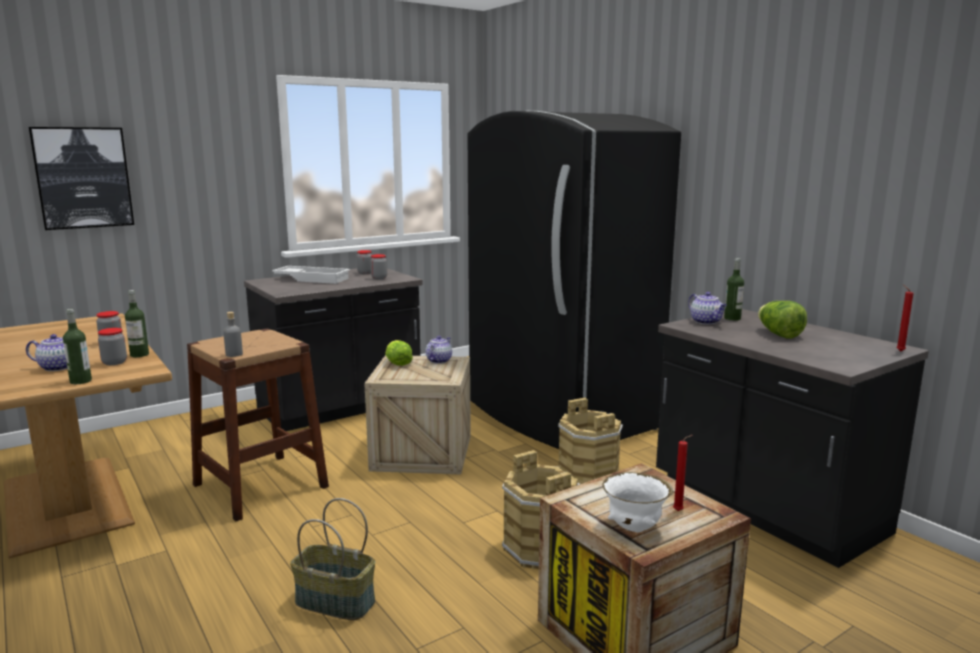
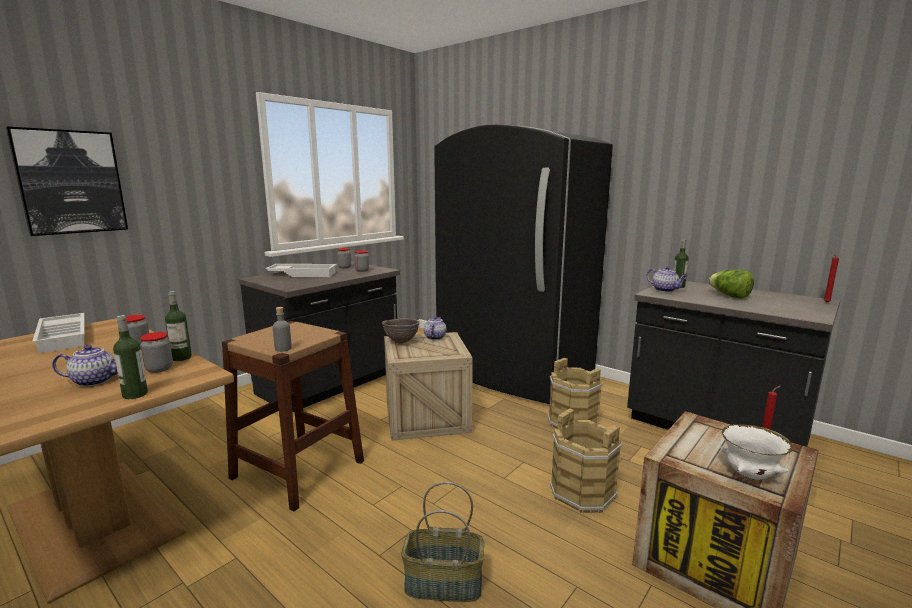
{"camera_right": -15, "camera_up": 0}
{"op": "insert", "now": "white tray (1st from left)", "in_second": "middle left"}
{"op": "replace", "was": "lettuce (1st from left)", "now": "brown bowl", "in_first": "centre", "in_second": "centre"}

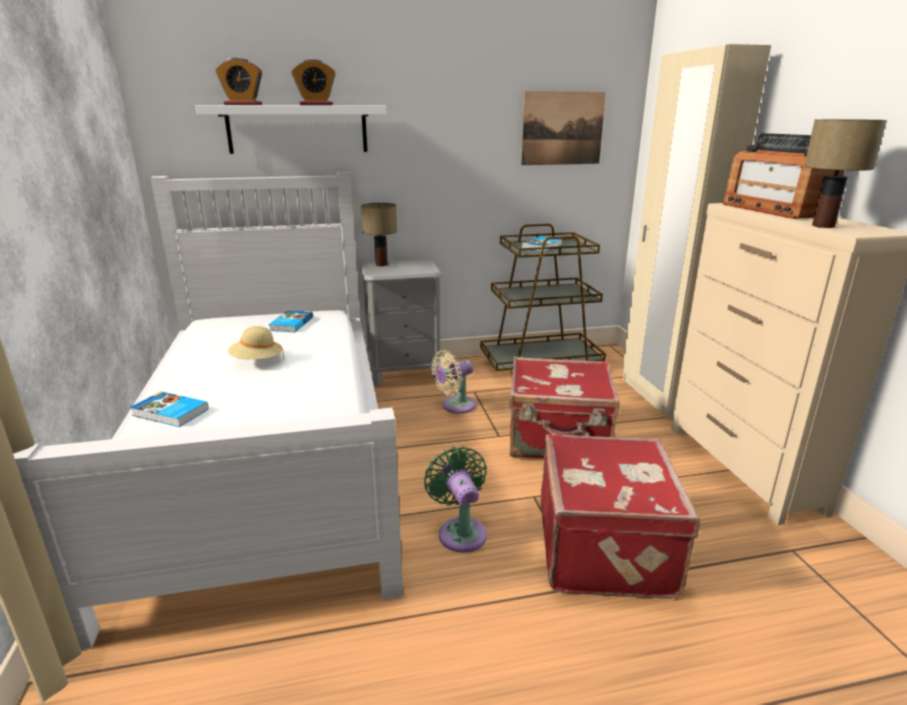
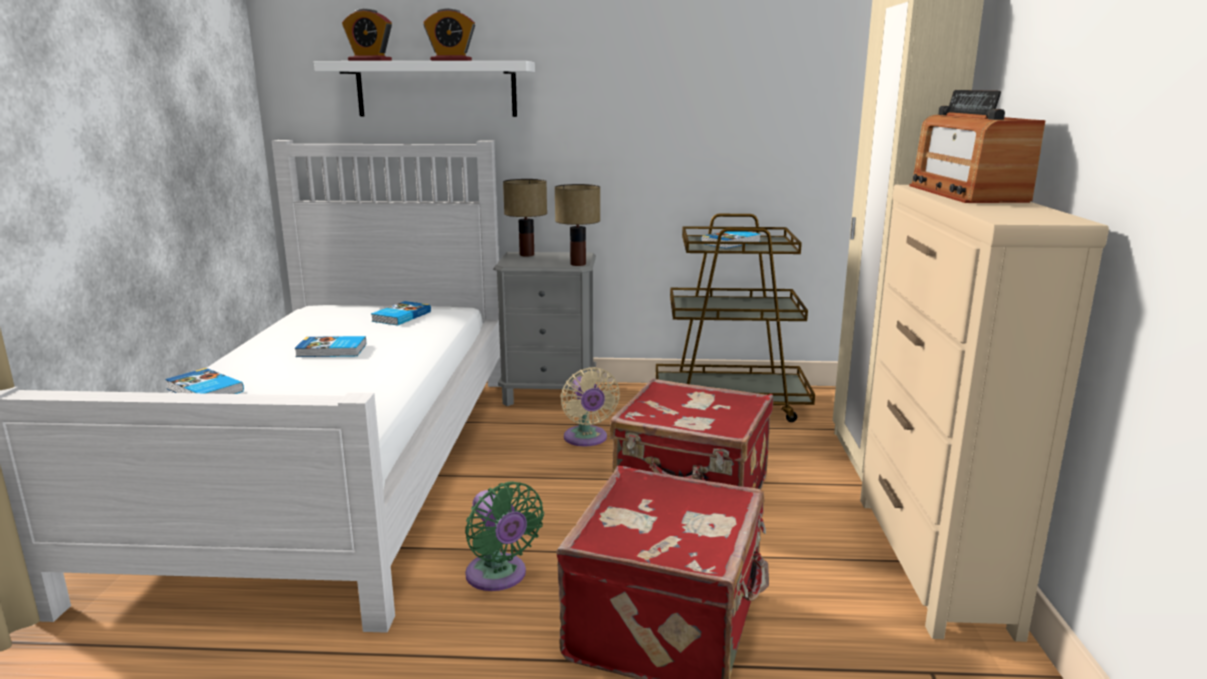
{"camera_right": 15, "camera_up": -5}
{"op": "replace", "was": "beige hat", "now": "book (2nd from left)", "in_first": "middle left", "in_second": "middle left"}
{"op": "rotate", "was": "green fan", "in_first": "bottom centre", "in_second": "bottom centre", "clockwise": 150}
{"op": "move", "was": "table lamp (2nd from left)", "in_first": "top right", "in_second": "top centre"}
{"op": "rotate", "was": "beige fan", "in_first": "centre", "in_second": "centre", "clockwise": -90}
{"op": "delete", "was": "picture", "in_first": "top centre"}

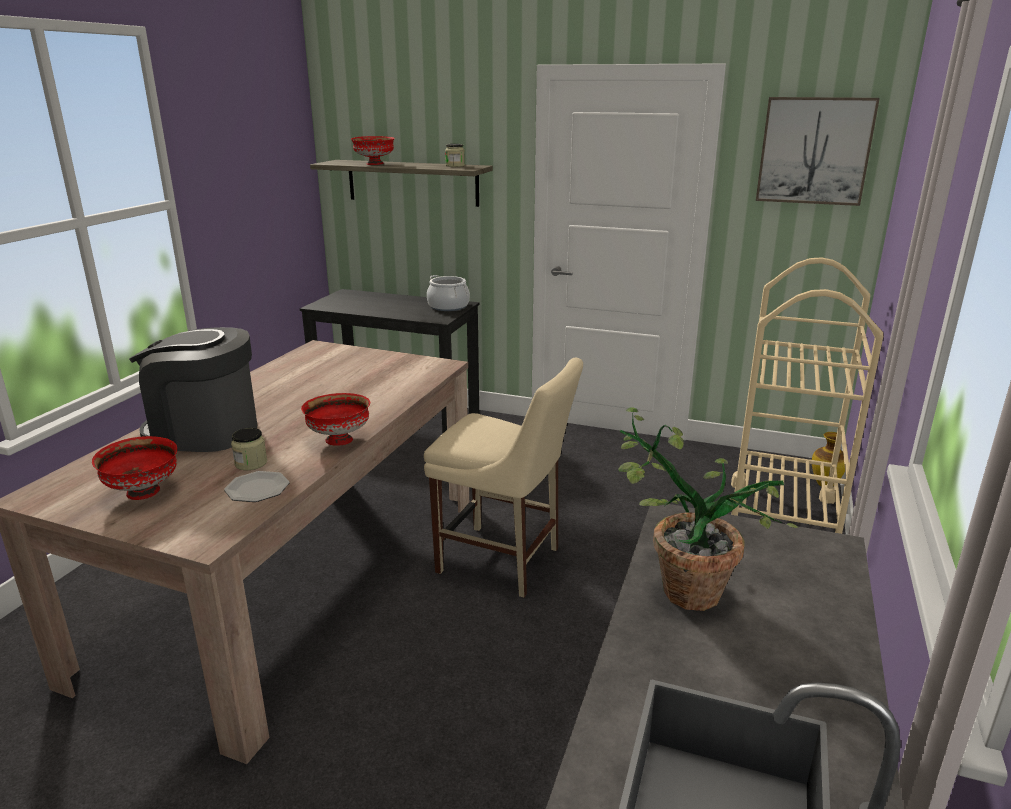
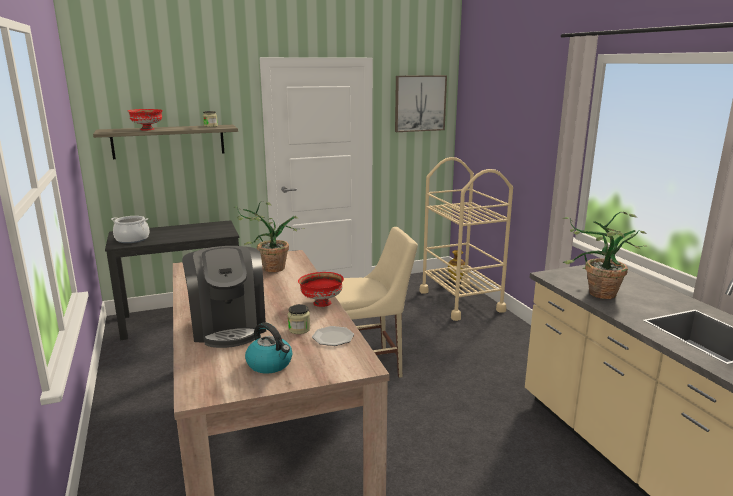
{"camera_right": -40, "camera_up": -5}
{"op": "move", "was": "cooking pot", "in_first": "centre", "in_second": "middle left"}
{"op": "rotate", "was": "coffee machine", "in_first": "middle left", "in_second": "middle left", "clockwise": -75}
{"op": "insert", "now": "potted plant (1st from left)", "in_second": "centre"}
{"op": "replace", "was": "red bowl (1st from left)", "now": "kettle", "in_first": "middle left", "in_second": "bottom centre"}

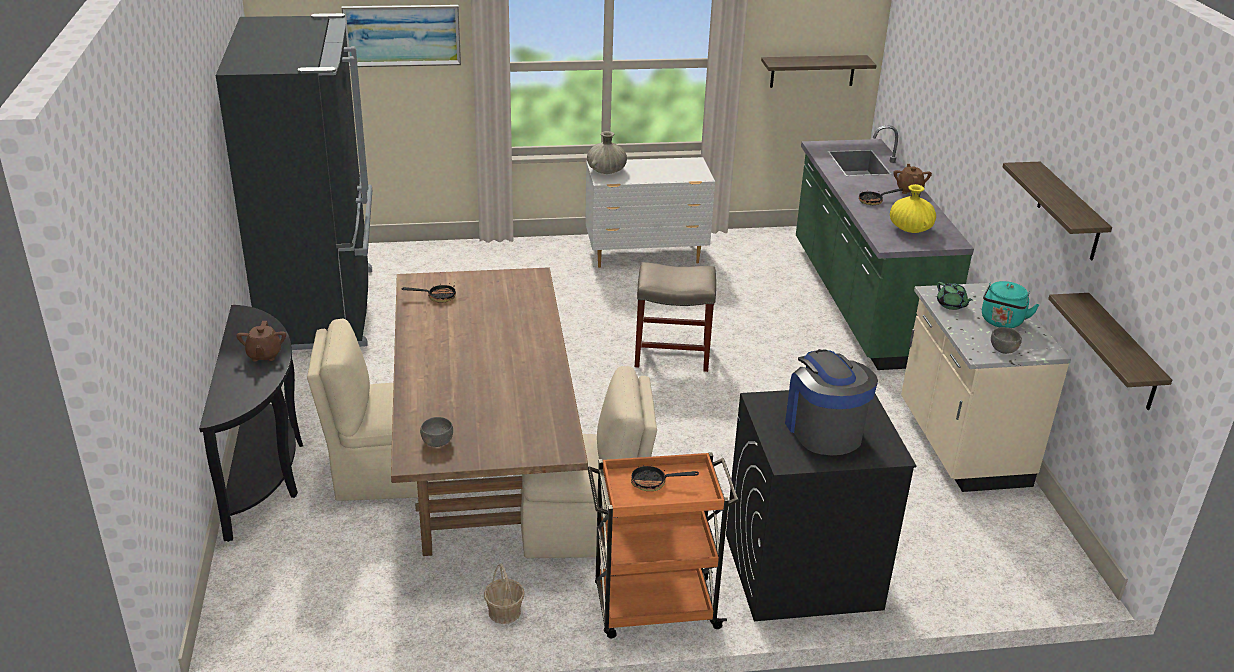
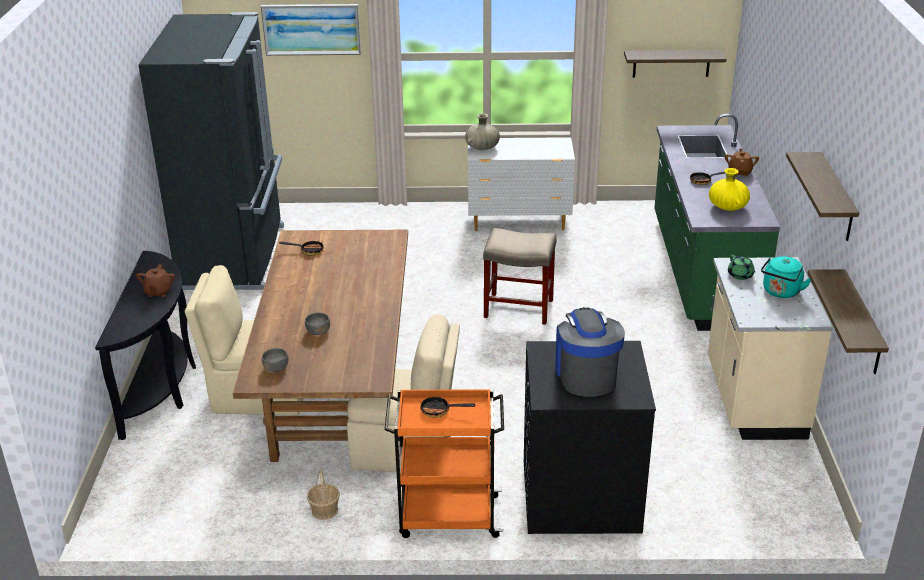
{"camera_right": 10, "camera_up": 0}
{"op": "move", "was": "grey bowl (2nd from left)", "in_first": "middle right", "in_second": "centre"}

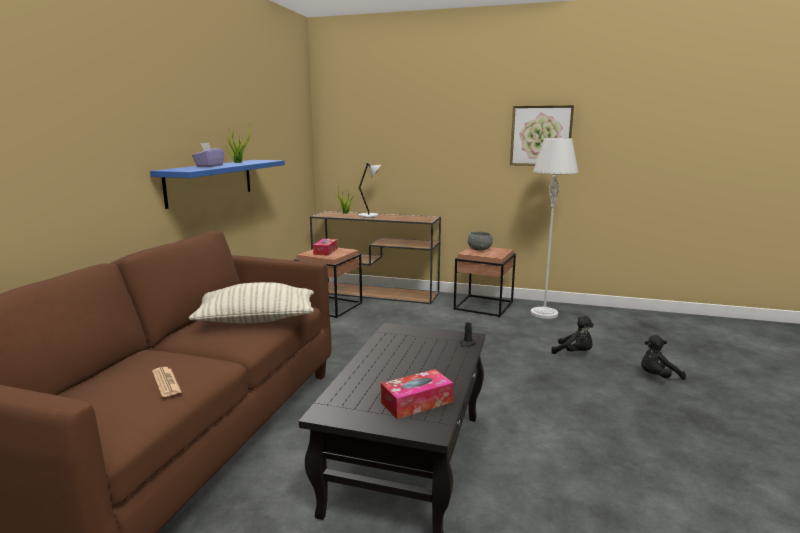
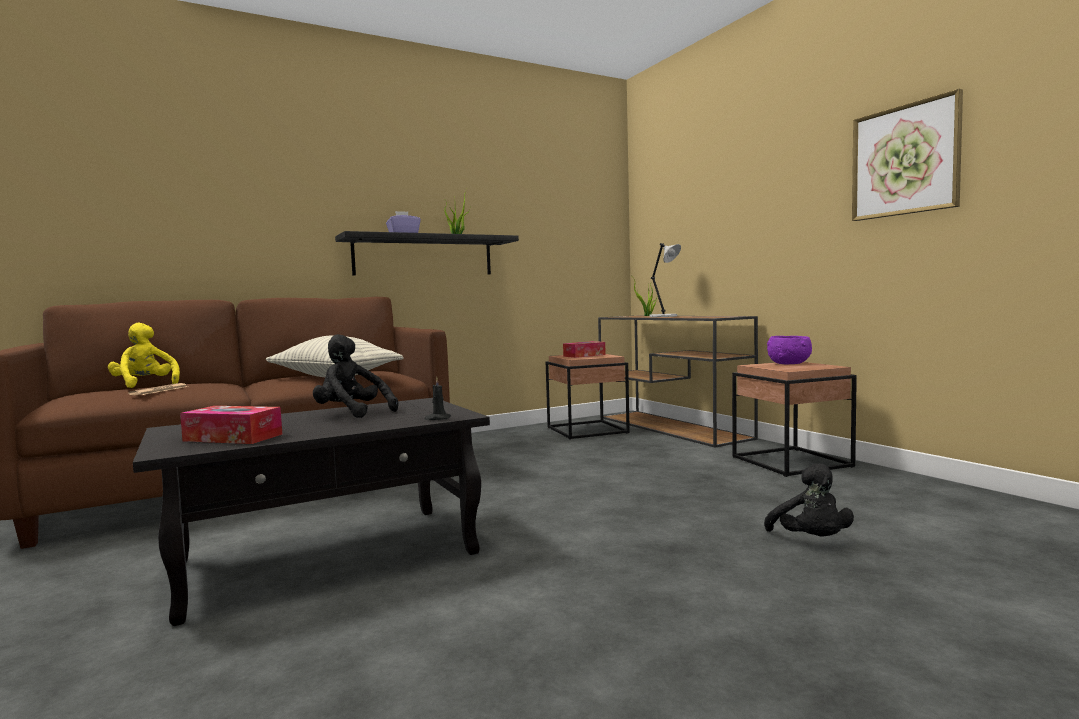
{"camera_right": 45, "camera_up": -10}
{"op": "insert", "now": "yellow plush toy", "in_second": "middle left"}
{"op": "move", "was": "black plush toy (2nd from left in the first image)", "now": "black plush toy (1st from left)", "in_first": "bottom right", "in_second": "middle left"}
{"op": "recolor", "was": "blue shelf", "now": "black shelf", "in_first": "middle left", "in_second": "centre"}
{"op": "recolor", "was": "grey bowl", "now": "purple bowl", "in_first": "centre", "in_second": "middle right"}
{"op": "delete", "was": "grey floor lamp", "in_first": "middle right"}

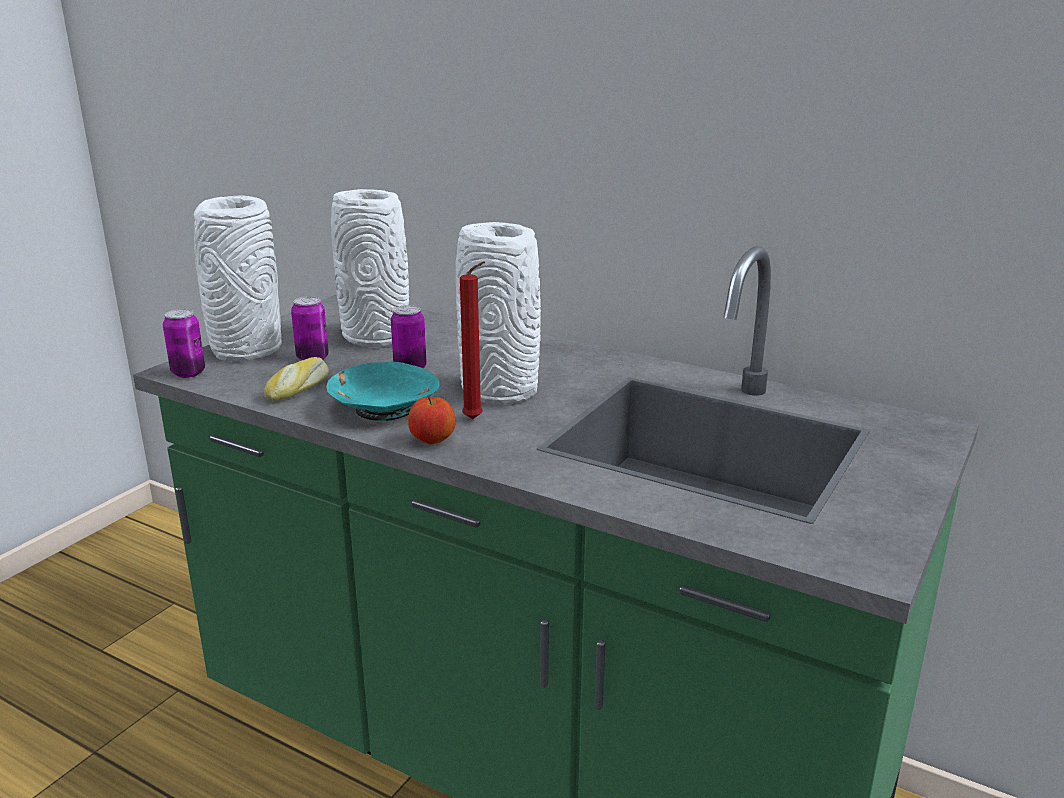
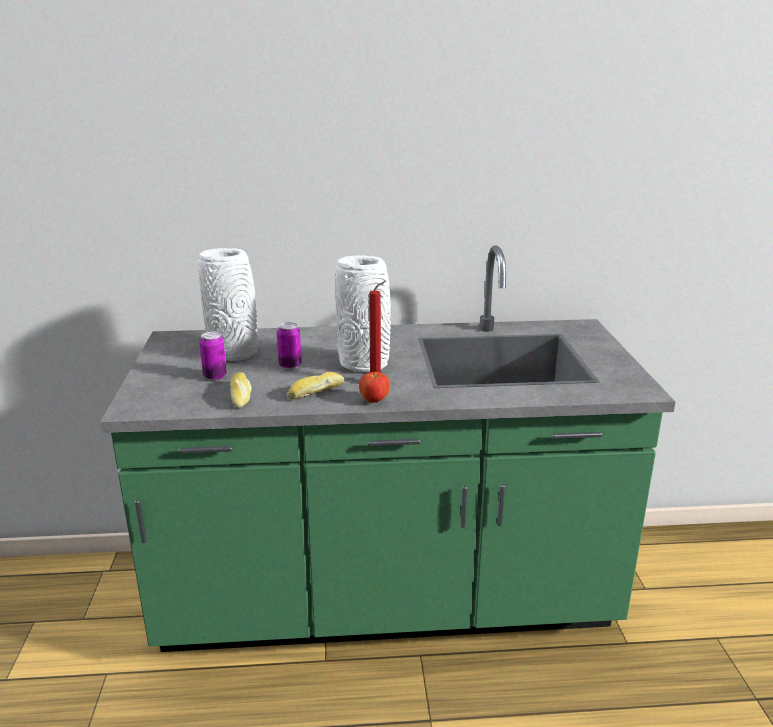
{"camera_right": -35, "camera_up": 0}
{"op": "replace", "was": "turquoise bowl", "now": "bread (2nd from left)", "in_first": "centre", "in_second": "centre"}
{"op": "delete", "was": "can (1st from left)", "in_first": "middle left"}
{"op": "delete", "was": "white vase (1st from left)", "in_first": "middle left"}

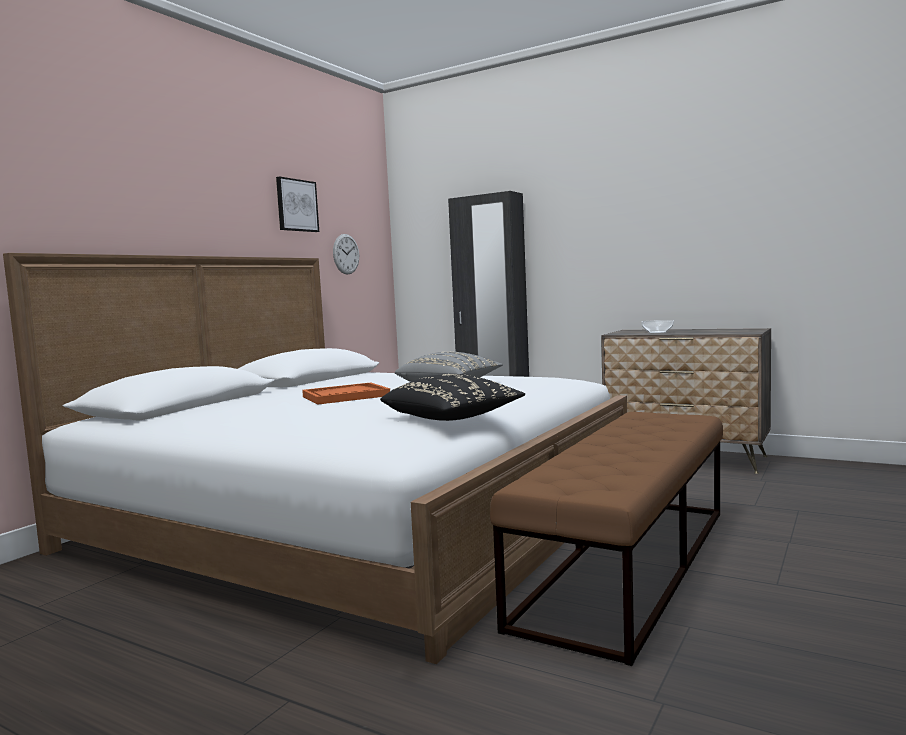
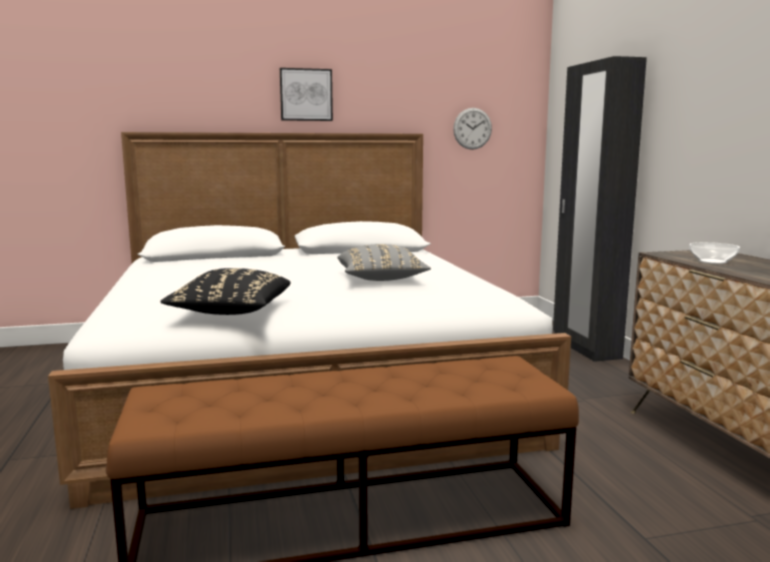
{"camera_right": 45, "camera_up": 5}
{"op": "move", "was": "picture", "in_first": "top left", "in_second": "top centre"}
{"op": "delete", "was": "orange tray", "in_first": "centre"}

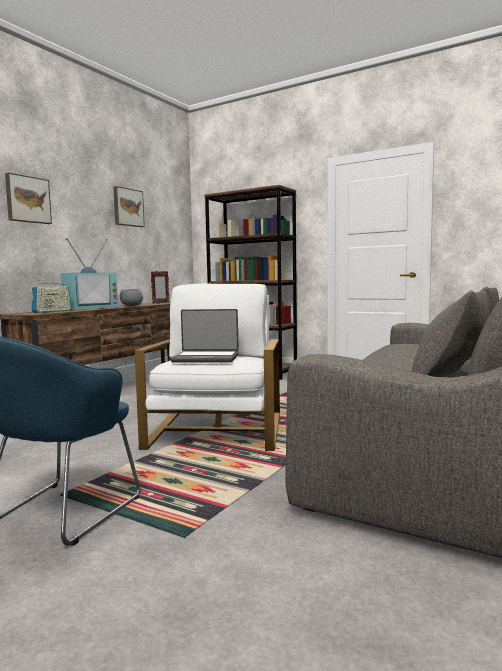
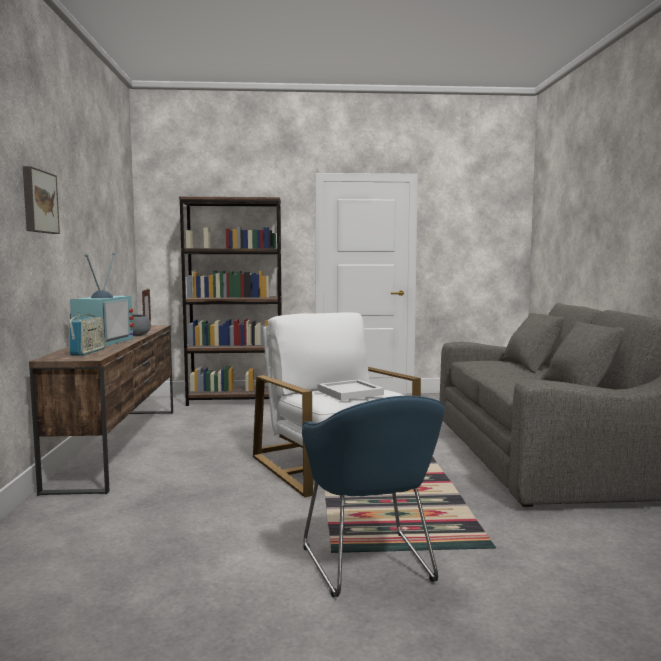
{"camera_right": -35, "camera_up": 0}
{"op": "replace", "was": "laptop", "now": "white tray", "in_first": "centre", "in_second": "centre"}
{"op": "delete", "was": "picture (2nd from left)", "in_first": "top left"}

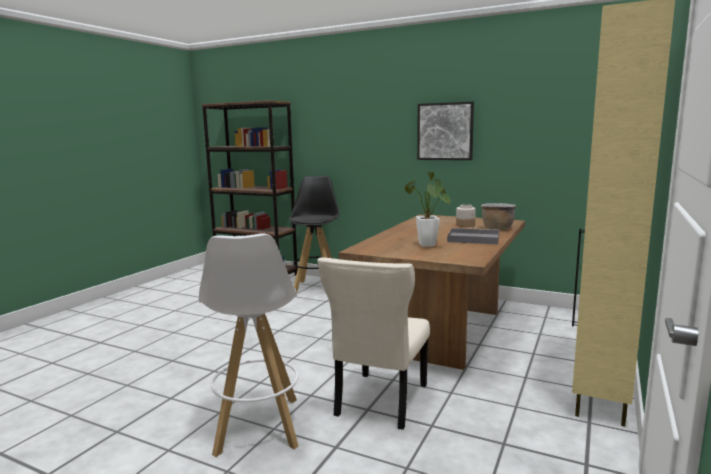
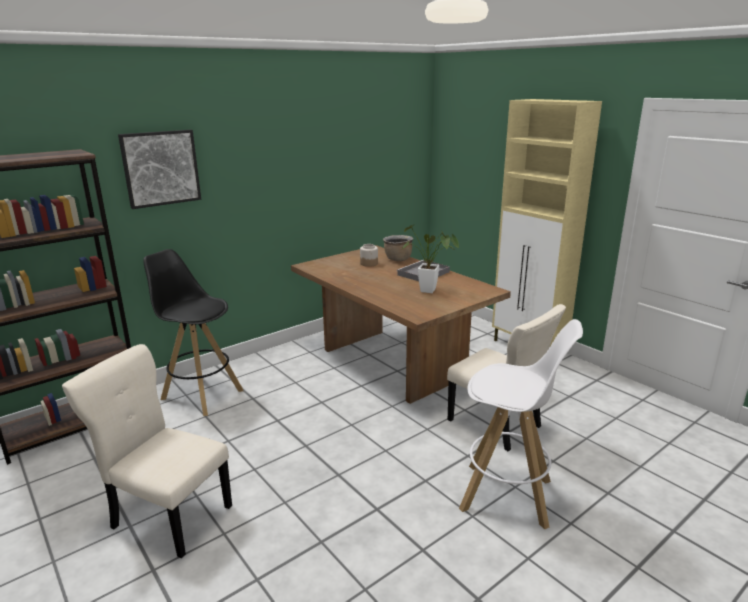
{"camera_right": -65, "camera_up": 10}
{"op": "insert", "now": "beige chair (1st from left)", "in_second": "bottom left"}
{"op": "move", "was": "picture", "in_first": "top centre", "in_second": "top left"}

